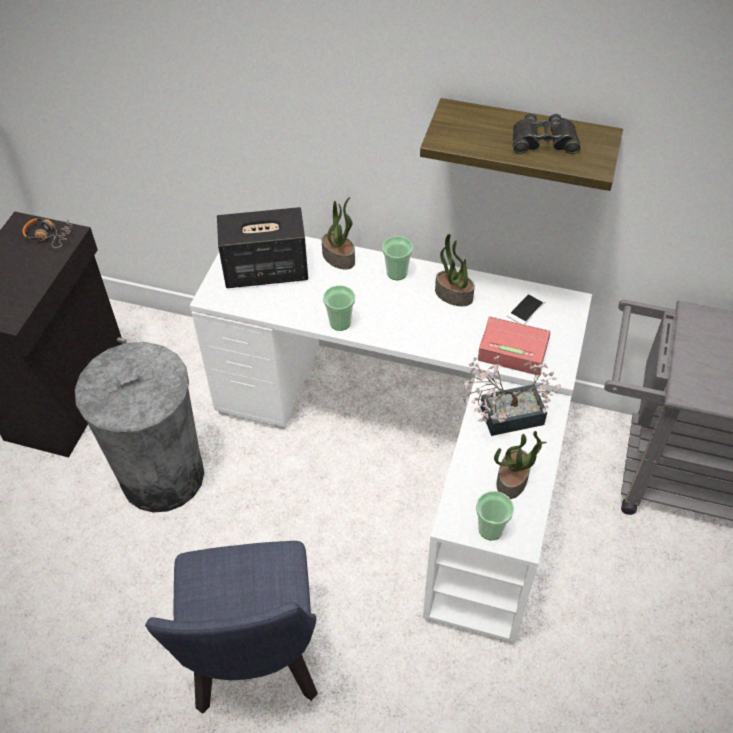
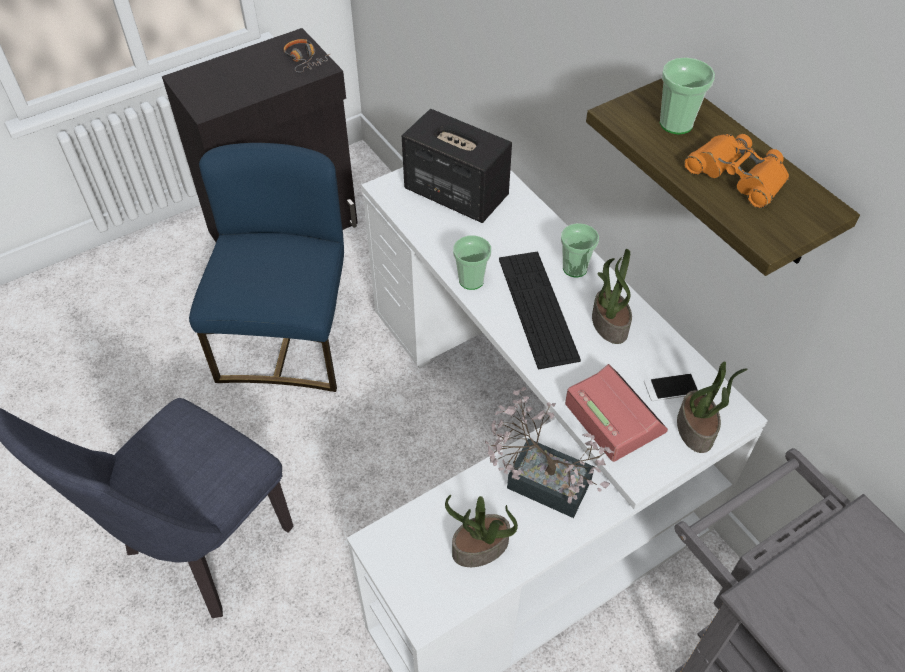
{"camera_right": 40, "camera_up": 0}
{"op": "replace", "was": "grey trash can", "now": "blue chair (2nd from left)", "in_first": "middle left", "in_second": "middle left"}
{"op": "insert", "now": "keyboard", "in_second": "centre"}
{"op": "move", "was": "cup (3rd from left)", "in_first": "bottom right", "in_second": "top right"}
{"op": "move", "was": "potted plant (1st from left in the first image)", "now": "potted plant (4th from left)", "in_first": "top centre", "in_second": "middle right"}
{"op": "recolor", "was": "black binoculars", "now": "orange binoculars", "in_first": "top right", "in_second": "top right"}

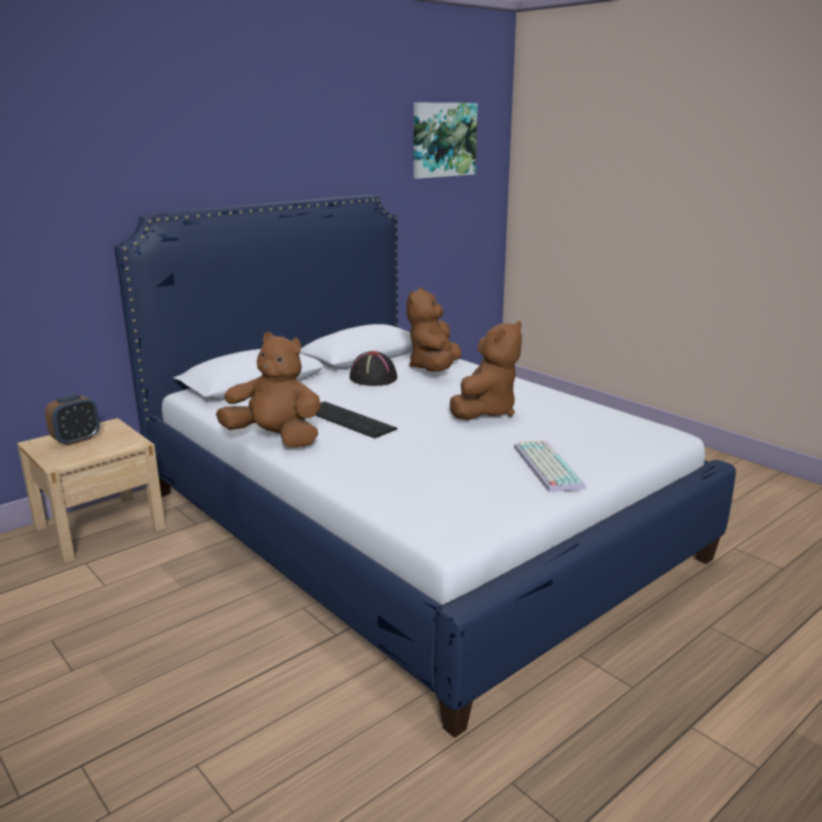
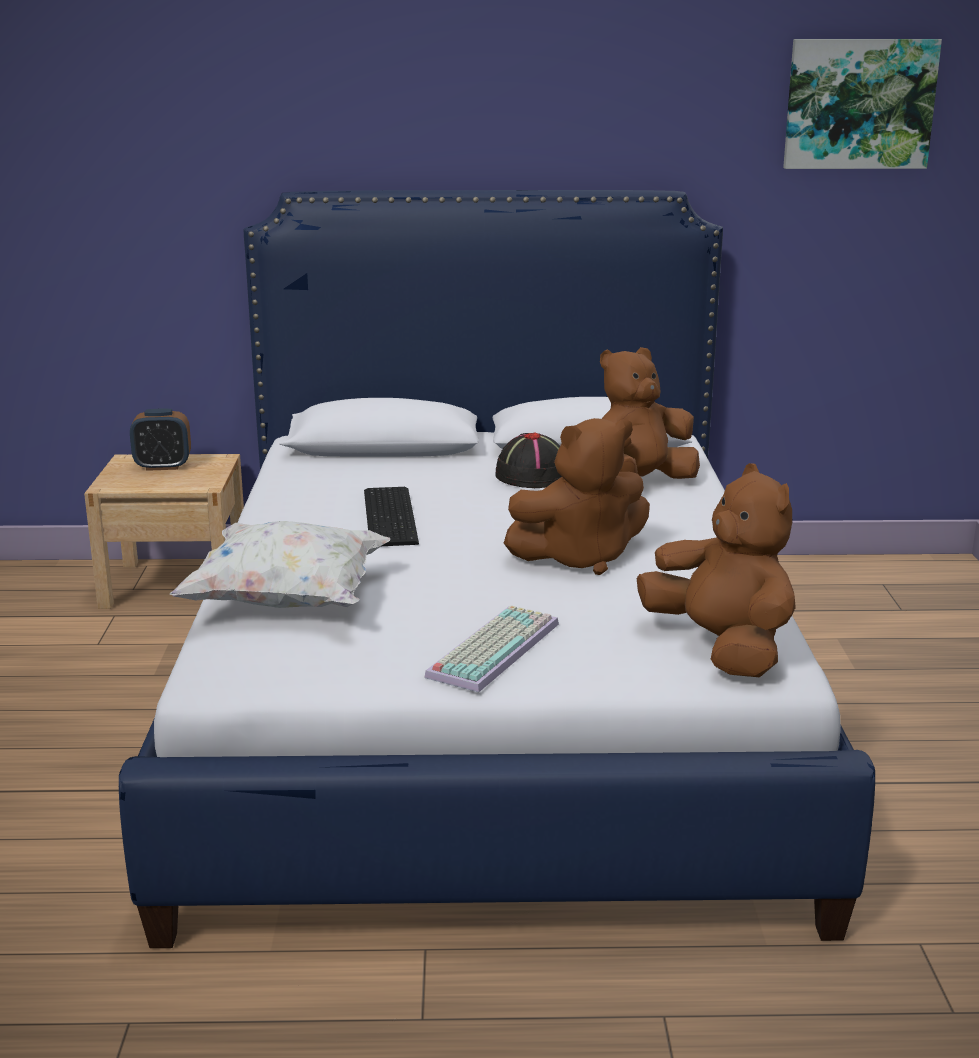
{"camera_right": 40, "camera_up": 0}
{"op": "insert", "now": "white pillow", "in_second": "middle left"}
{"op": "move", "was": "brown plush toy (1st from left in the first image)", "now": "brown plush toy (3rd from left)", "in_first": "middle left", "in_second": "middle right"}

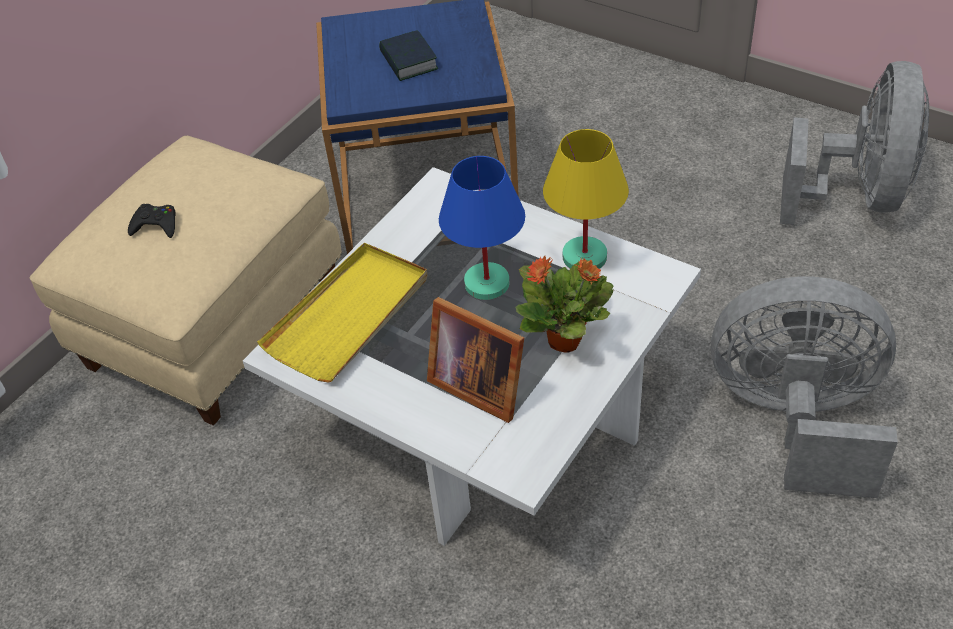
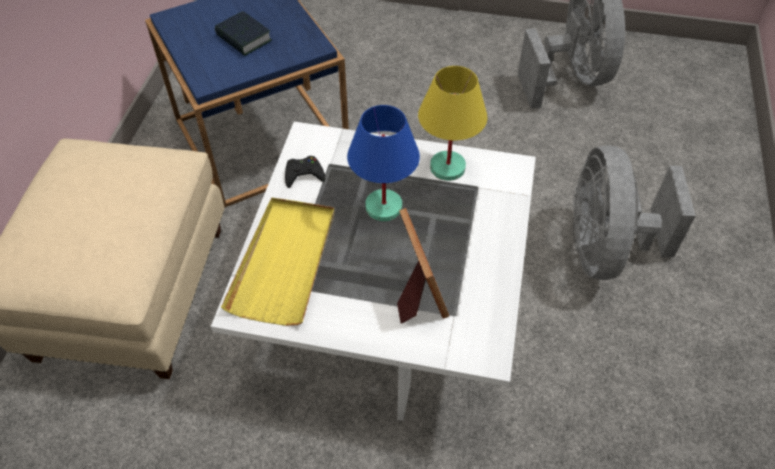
{"camera_right": -25, "camera_up": 5}
{"op": "move", "was": "black game controller", "in_first": "middle left", "in_second": "centre"}
{"op": "rotate", "was": "picture frame", "in_first": "centre", "in_second": "centre", "clockwise": -120}
{"op": "rotate", "was": "grey fan (1st from left in the first image)", "in_first": "middle right", "in_second": "middle right", "clockwise": -75}
{"op": "delete", "was": "potted plant", "in_first": "centre"}

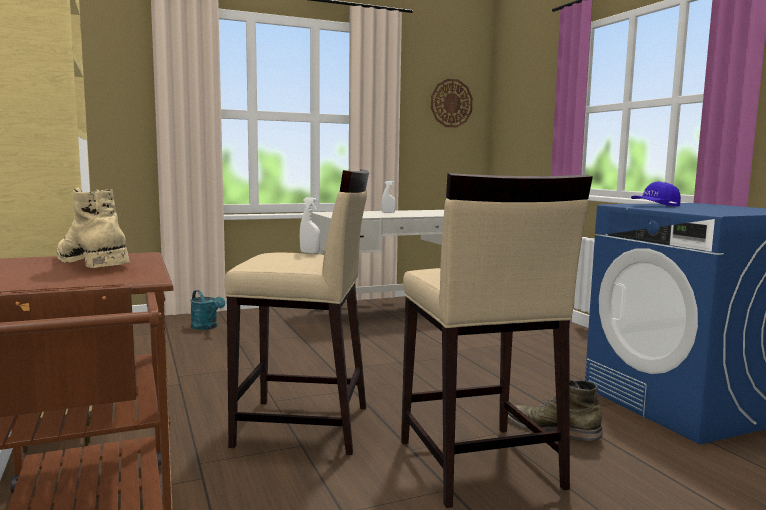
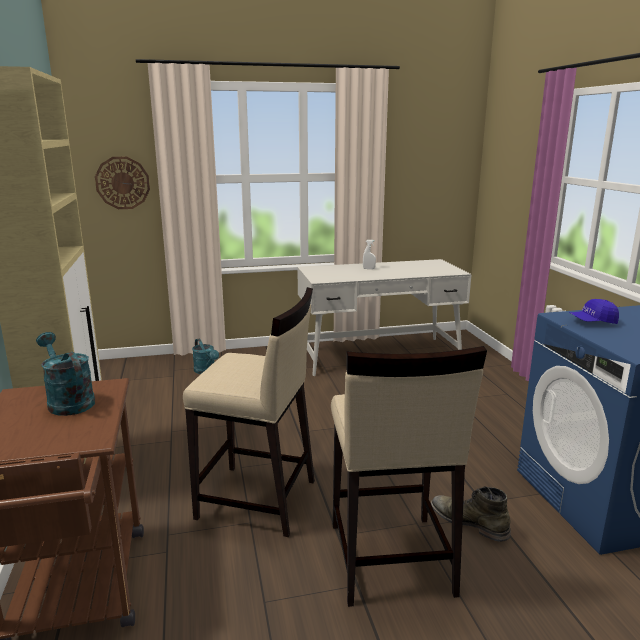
{"camera_right": 10, "camera_up": 10}
{"op": "replace", "was": "beige boot", "now": "turquoise watering can (1st from left)", "in_first": "middle left", "in_second": "middle left"}
{"op": "move", "was": "wall clock", "in_first": "top centre", "in_second": "top left"}
{"op": "delete", "was": "white spray bottle (1st from left)", "in_first": "centre"}

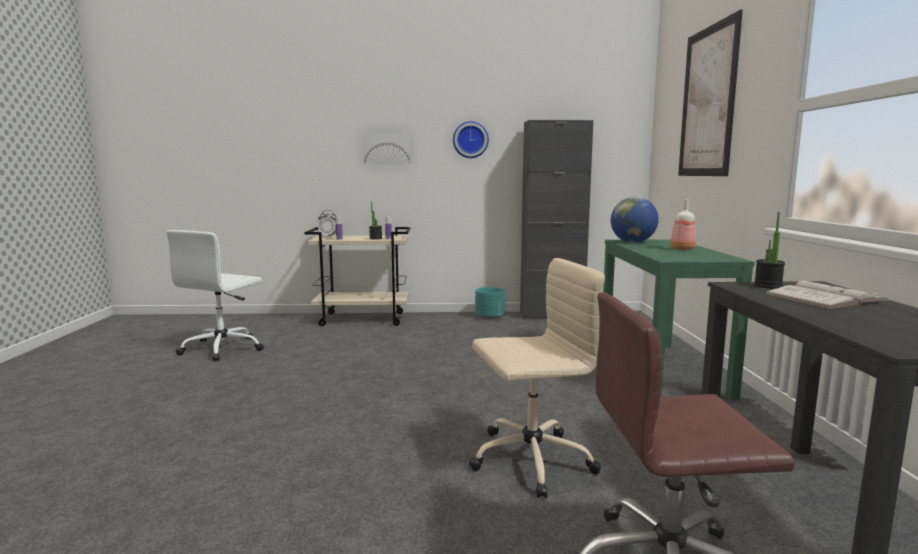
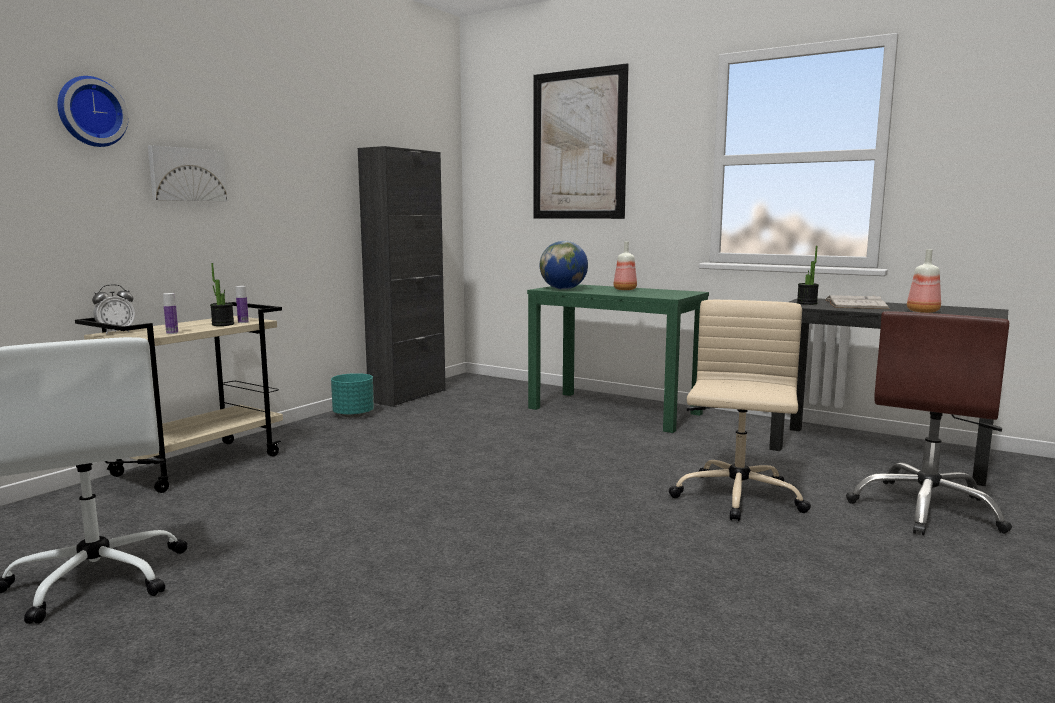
{"camera_right": -55, "camera_up": 0}
{"op": "move", "was": "wall clock", "in_first": "top centre", "in_second": "top left"}
{"op": "insert", "now": "bottle (4th from left)", "in_second": "middle right"}

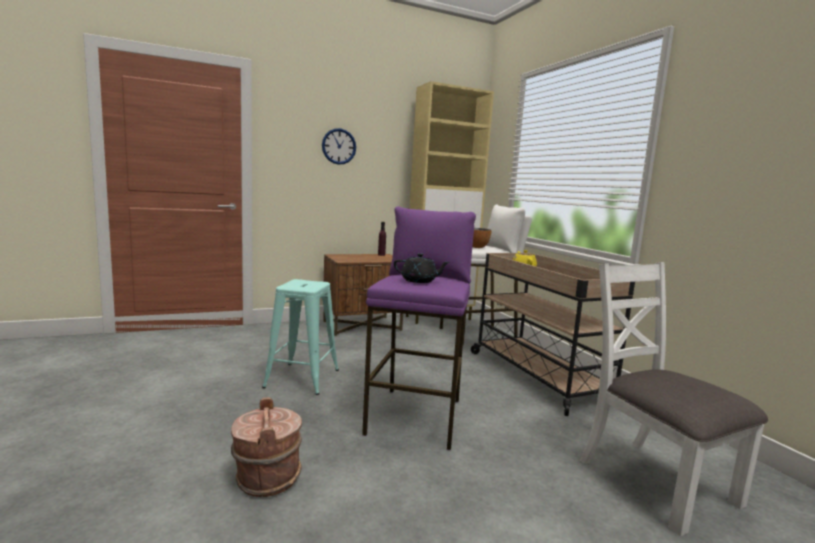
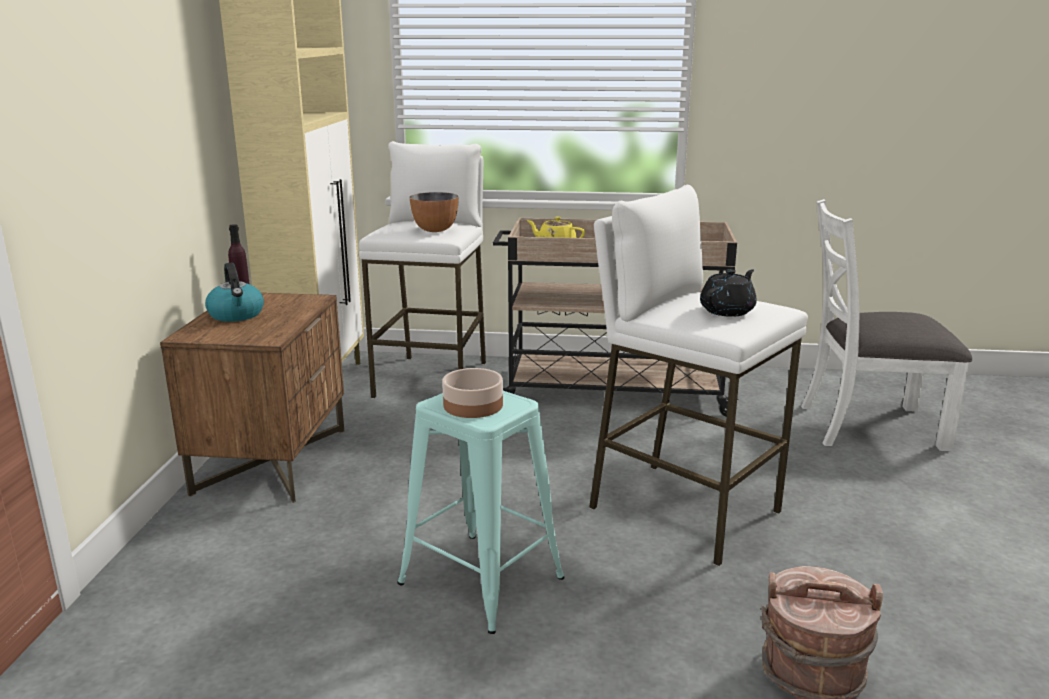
{"camera_right": -60, "camera_up": 10}
{"op": "insert", "now": "kettle", "in_second": "middle left"}
{"op": "insert", "now": "bowl (2nd from left)", "in_second": "centre"}
{"op": "recolor", "was": "purple stool", "now": "white stool (2nd from left)", "in_first": "centre", "in_second": "centre"}
{"op": "delete", "was": "wall clock", "in_first": "top centre"}

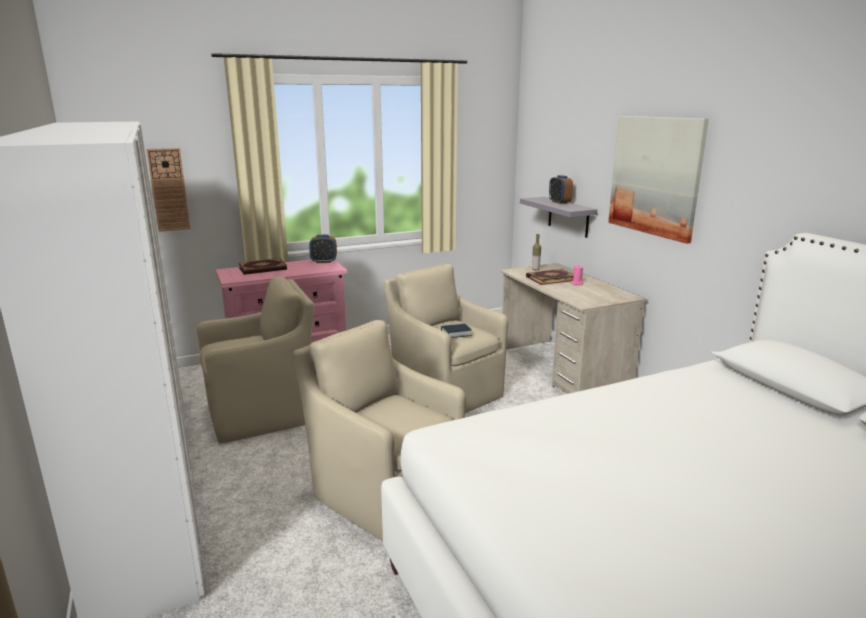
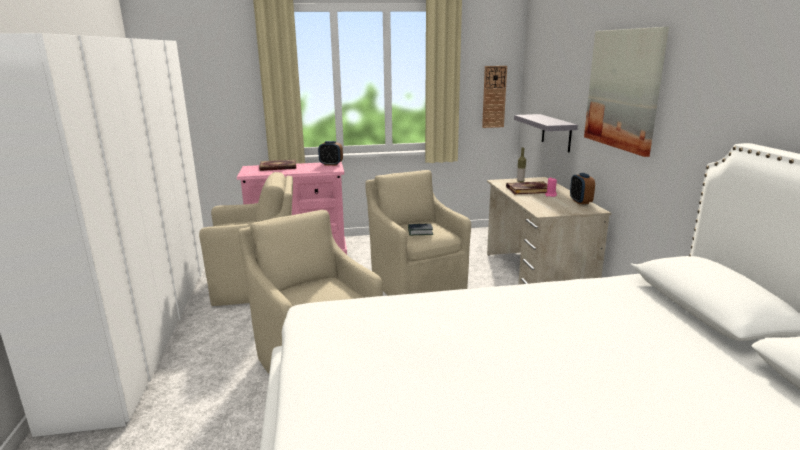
{"camera_right": 15, "camera_up": 0}
{"op": "move", "was": "wall clock", "in_first": "top left", "in_second": "top centre"}
{"op": "move", "was": "alarm clock (2nd from left)", "in_first": "top centre", "in_second": "middle right"}

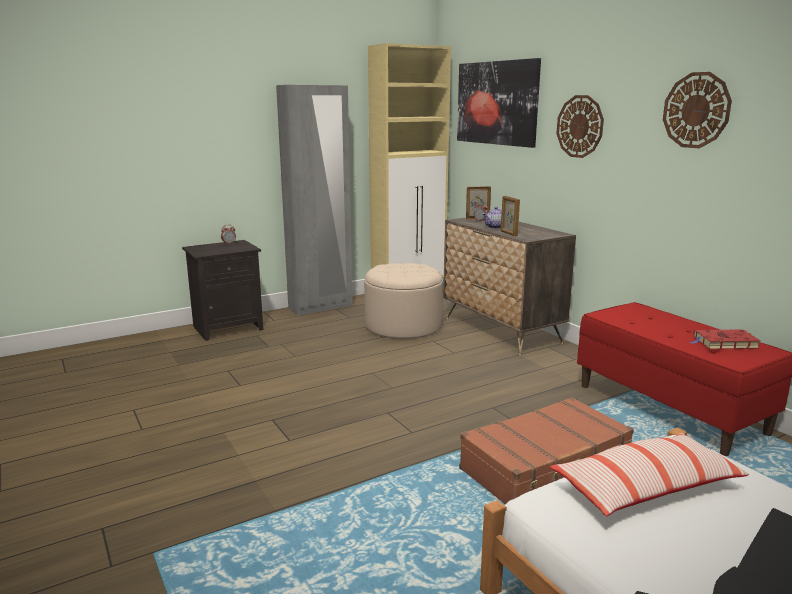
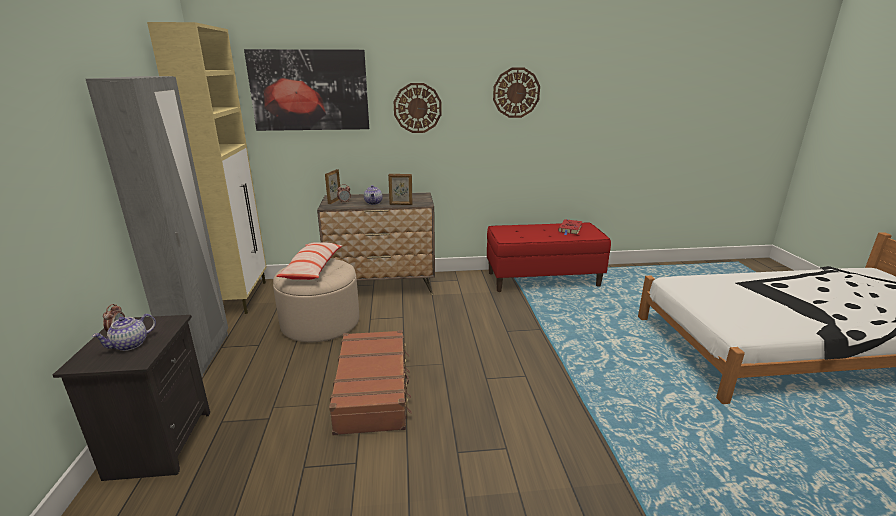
{"camera_right": -65, "camera_up": 5}
{"op": "insert", "now": "teapot (1st from left)", "in_second": "middle left"}
{"op": "move", "was": "pillow", "in_first": "bottom right", "in_second": "centre"}
{"op": "move", "was": "brown suitcase", "in_first": "bottom right", "in_second": "bottom centre"}

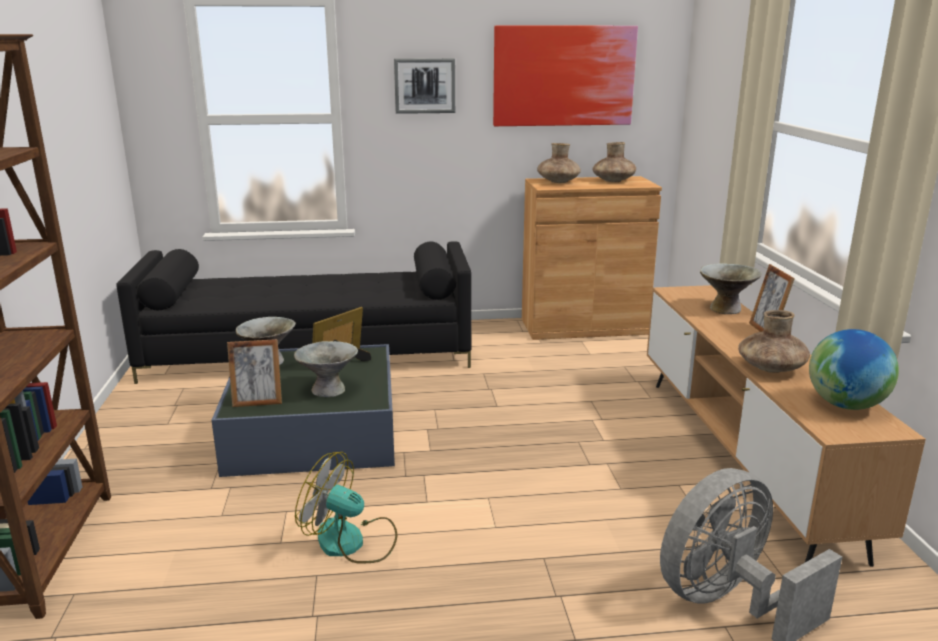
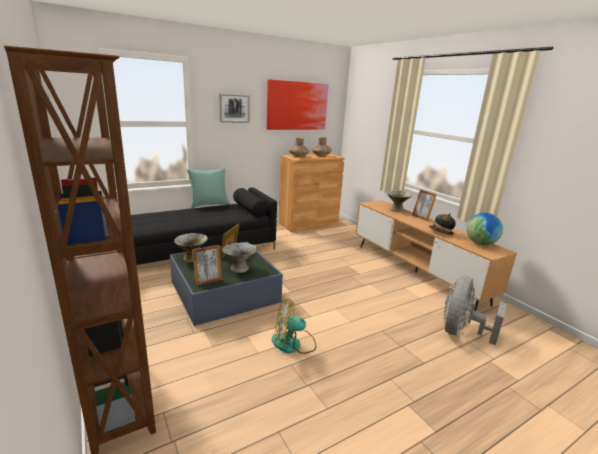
{"camera_right": -25, "camera_up": 0}
{"op": "insert", "now": "turquoise pillow", "in_second": "centre"}
{"op": "replace", "was": "brown vase (3rd from left)", "now": "hat", "in_first": "middle right", "in_second": "middle right"}

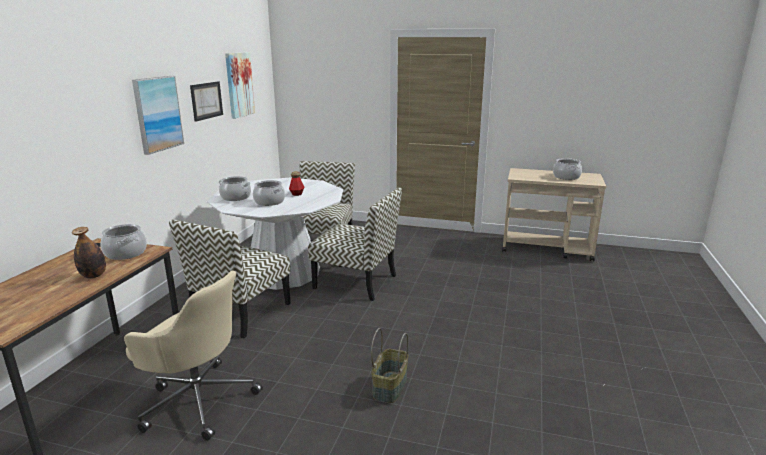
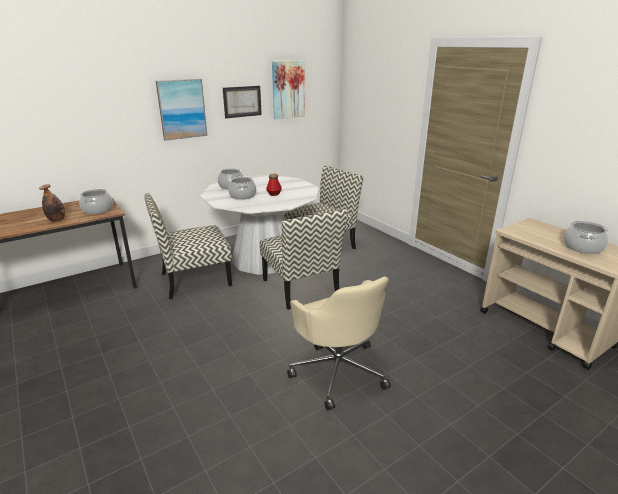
{"camera_right": 40, "camera_up": 5}
{"op": "move", "was": "beige office chair", "in_first": "bottom left", "in_second": "bottom centre"}
{"op": "delete", "was": "basket", "in_first": "bottom centre"}

